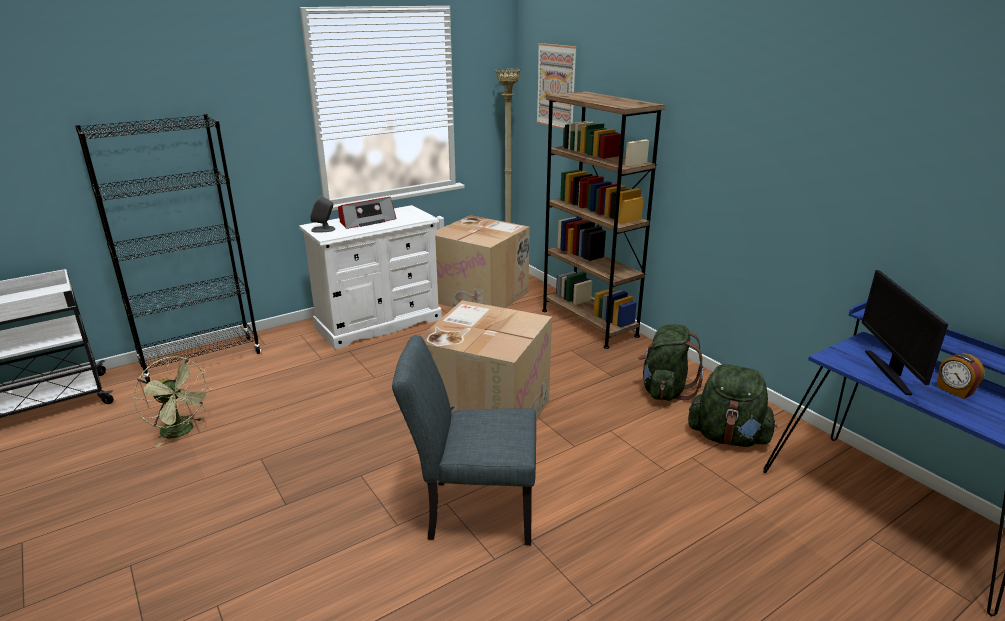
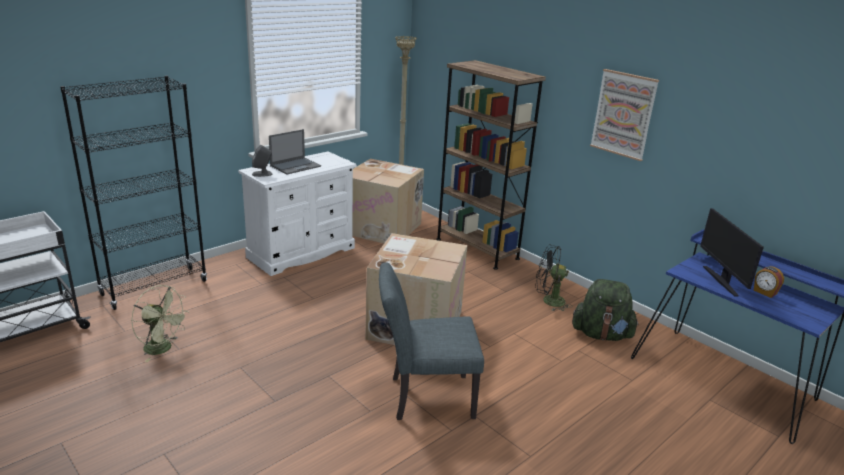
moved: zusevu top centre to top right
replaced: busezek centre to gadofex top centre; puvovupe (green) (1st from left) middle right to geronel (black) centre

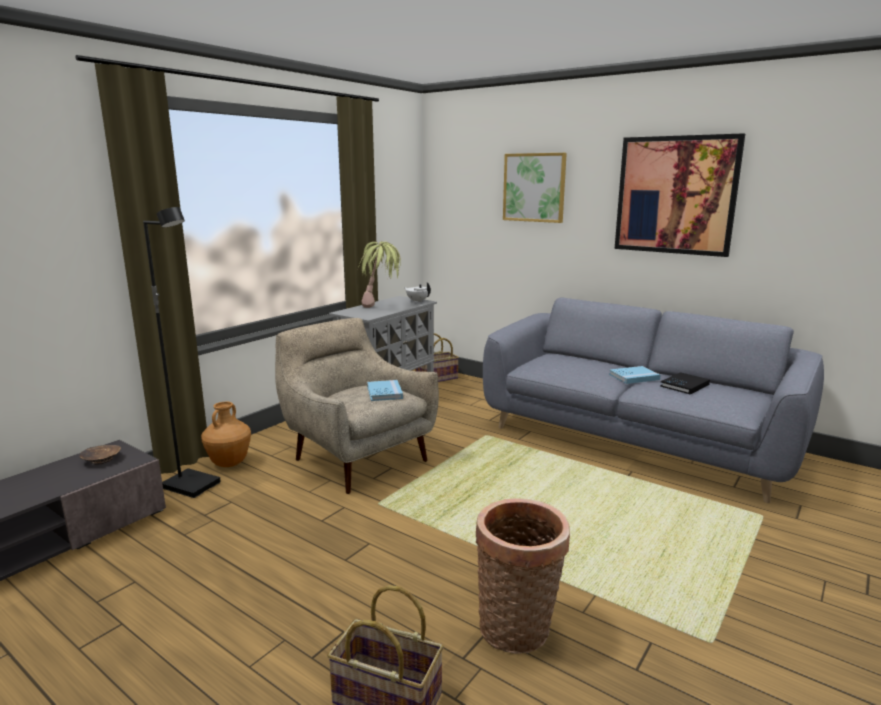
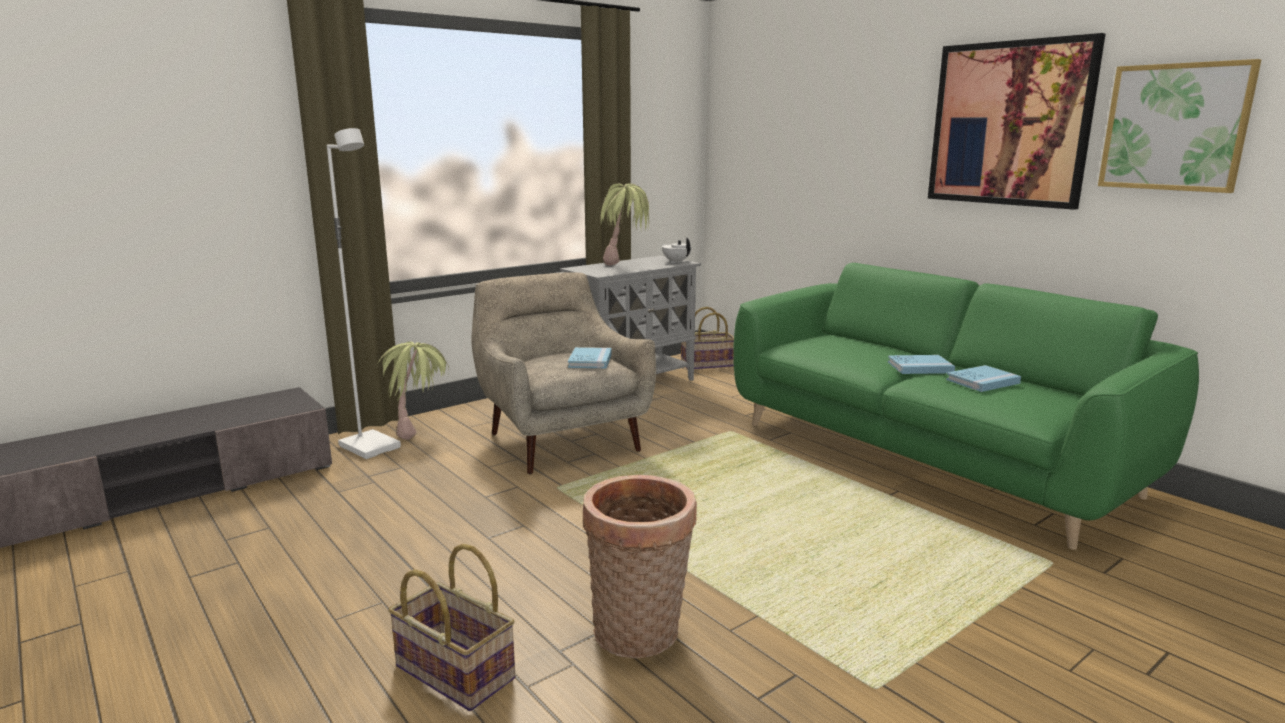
removed: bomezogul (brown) middle left
moved: zusevu (1st from left in the first image) top centre to zusevu (2nd from left) top right
replaced: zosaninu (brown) middle left to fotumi (1st from left) middle left
recoloured: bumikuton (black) middle left to bumikuton (white) middle left; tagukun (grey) middle right to tagukun (green) middle right; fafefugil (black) middle right to fafefugil (blue) (3rd from left) middle right

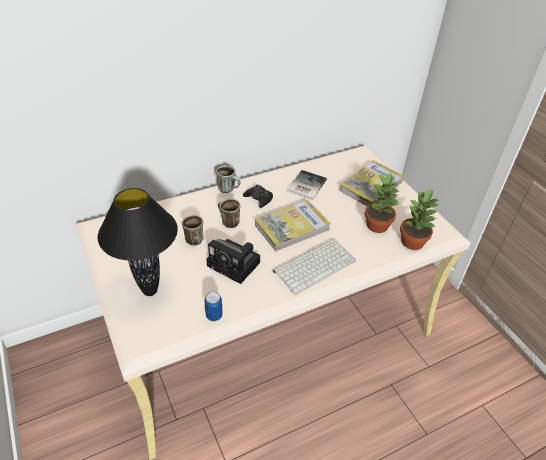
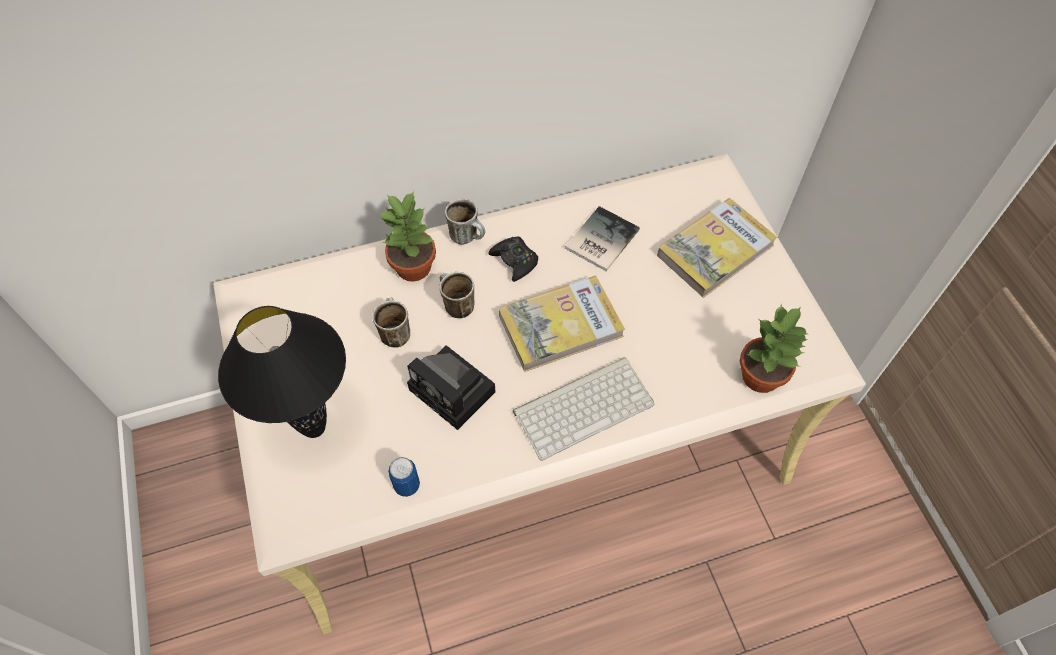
moved: fotumi (1st from left) middle right to centre

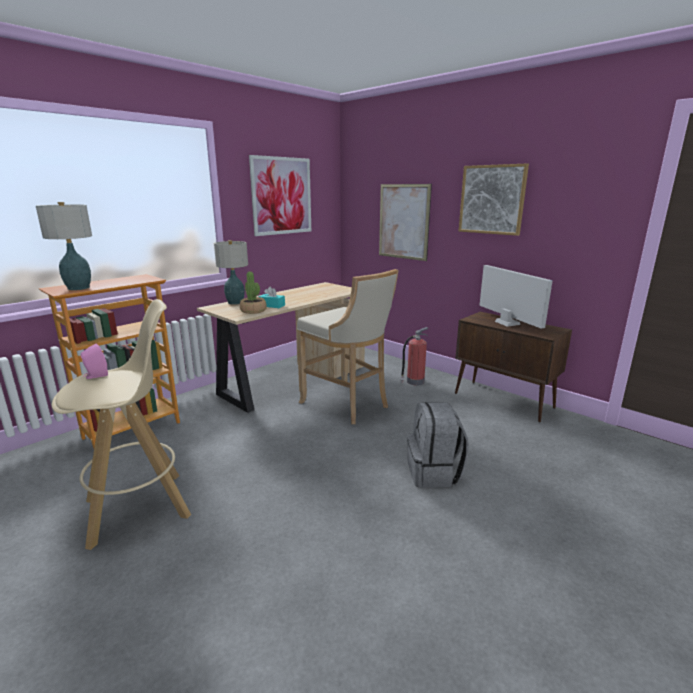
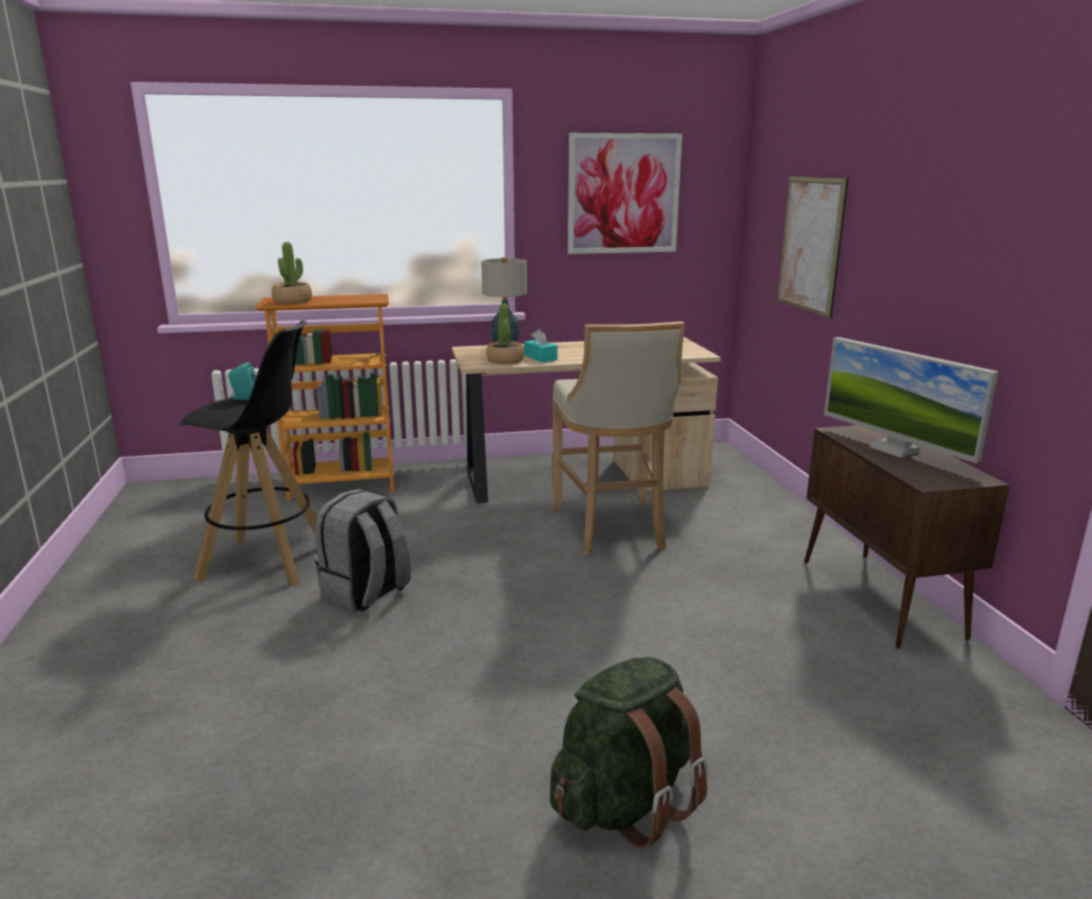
removed: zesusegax centre; zusevu (3rd from left) top right
added: puvovupe (green) bottom centre
moved: puvovupe (grey) centre to middle left
replaced: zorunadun (1st from left) middle left to fotumi (1st from left) top left
recoloured: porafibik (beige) (1st from left) middle left to porafibik (black) middle left; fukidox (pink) middle left to fukidox (turquoise) middle left
turned: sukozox middle right = middle right 135 degrees clockwise

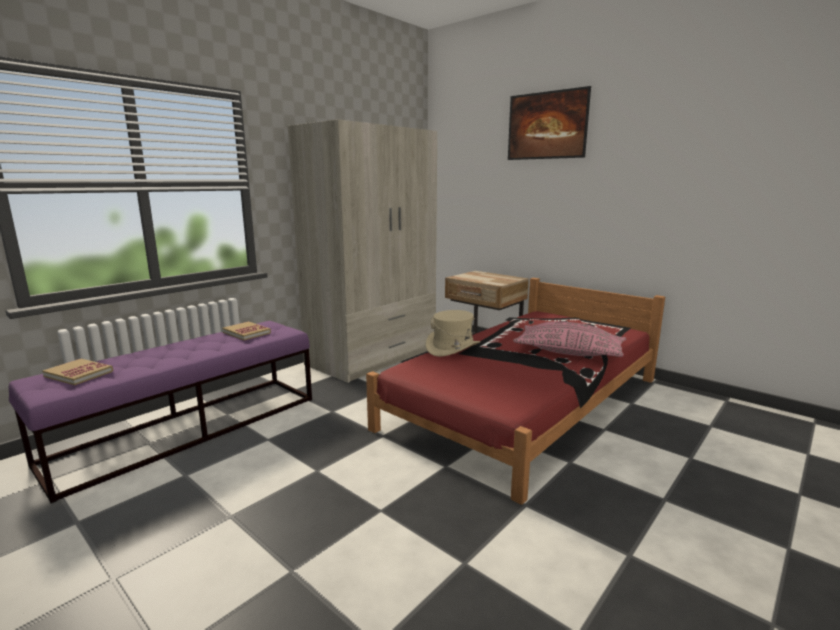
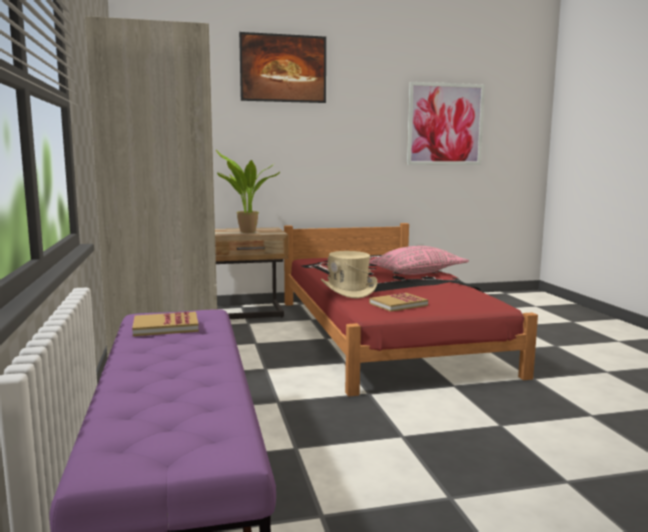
added: fotumi centre; zusevu (2nd from left) top right
moved: fafefugil (1st from left in the first image) middle left to fafefugil (2nd from left) centre

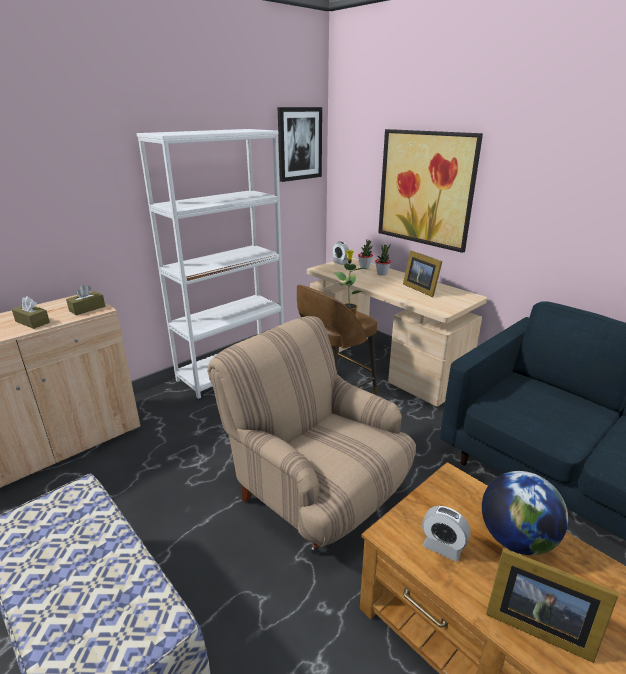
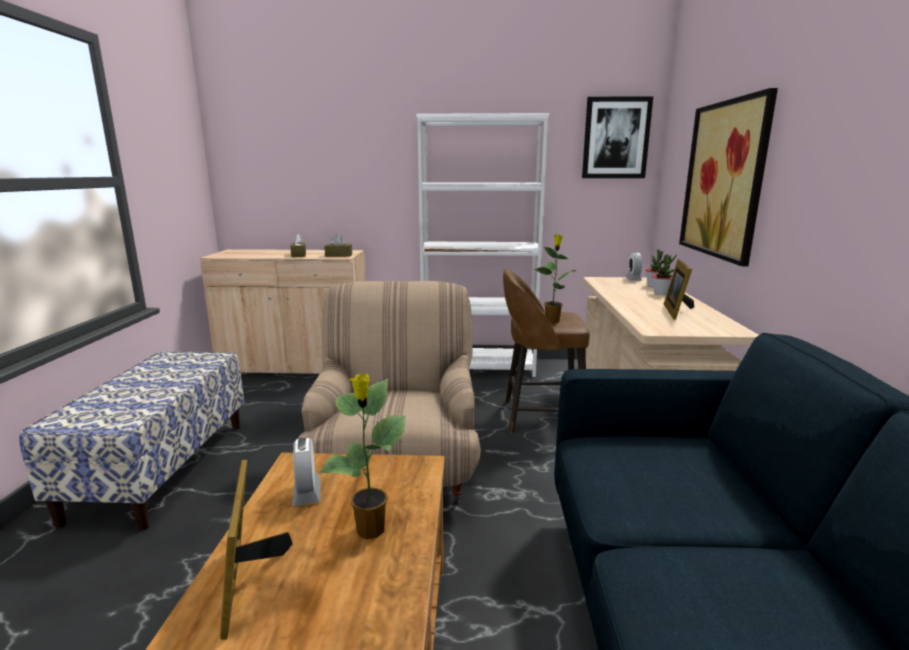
replaced: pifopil bottom right to fotumi (1st from left) bottom centre

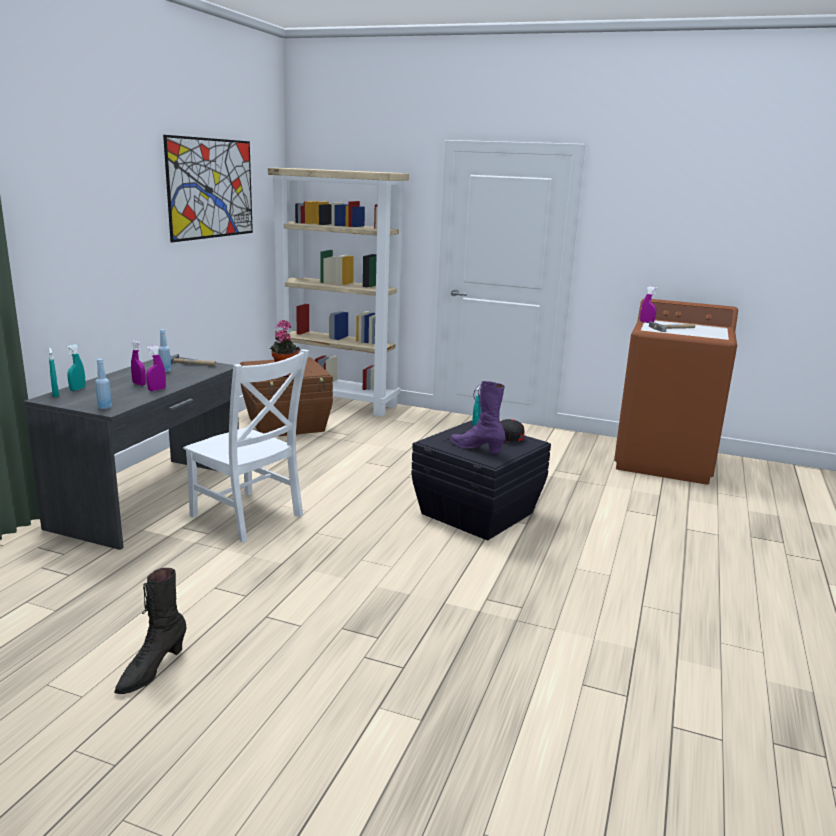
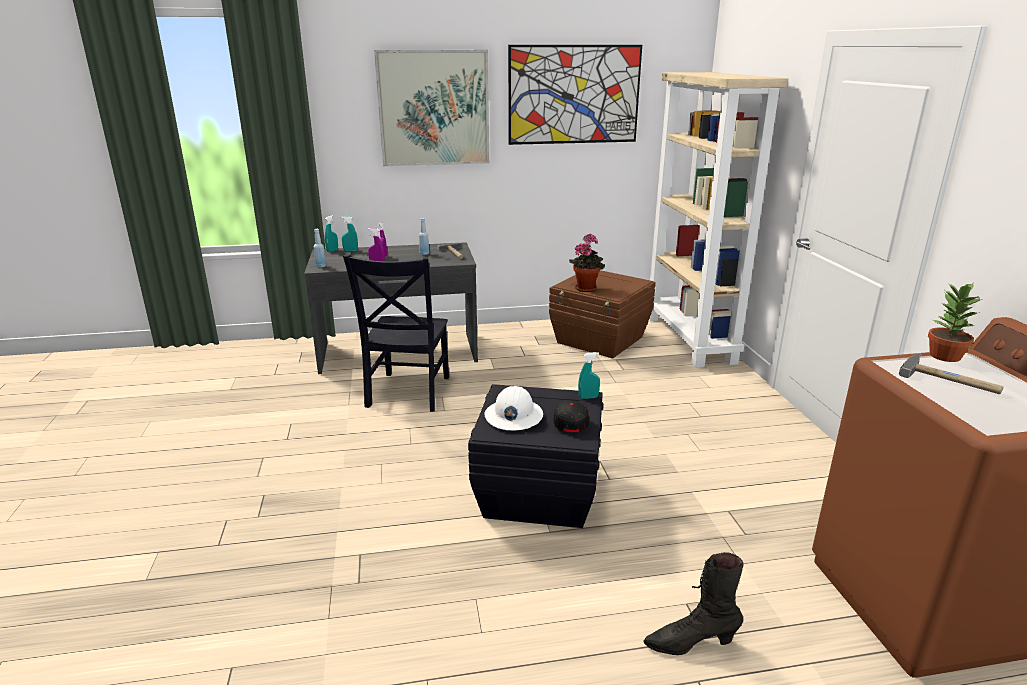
added: zusevu (1st from left) top centre
moved: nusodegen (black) bottom left to bottom right
replaced: nusodegen (purple) centre to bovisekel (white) centre; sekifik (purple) (3rd from left) middle right to fotumi (2nd from left) middle right
recoloured: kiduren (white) middle left to kiduren (black) centre

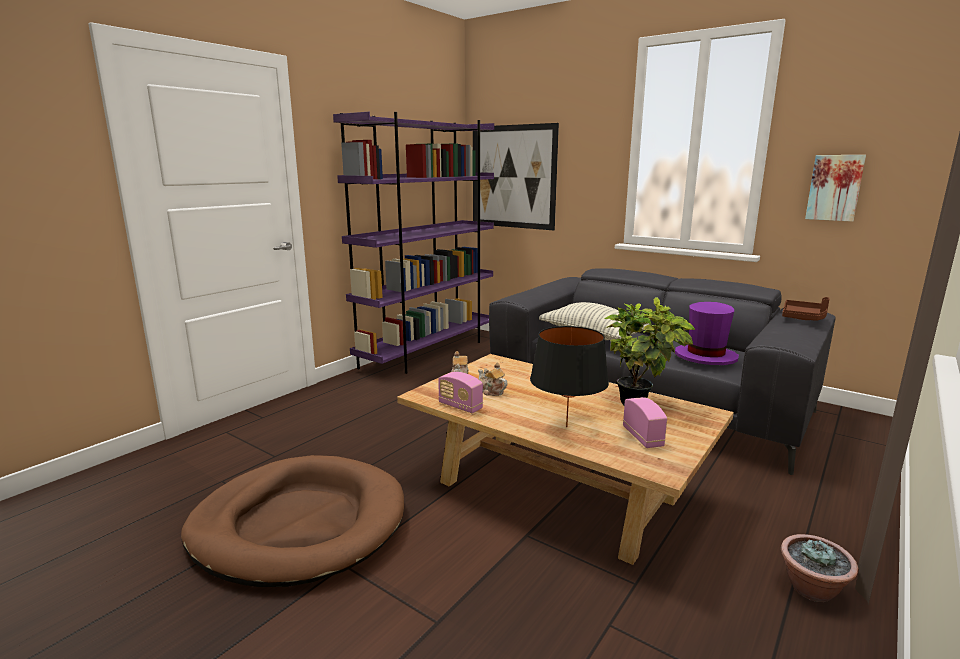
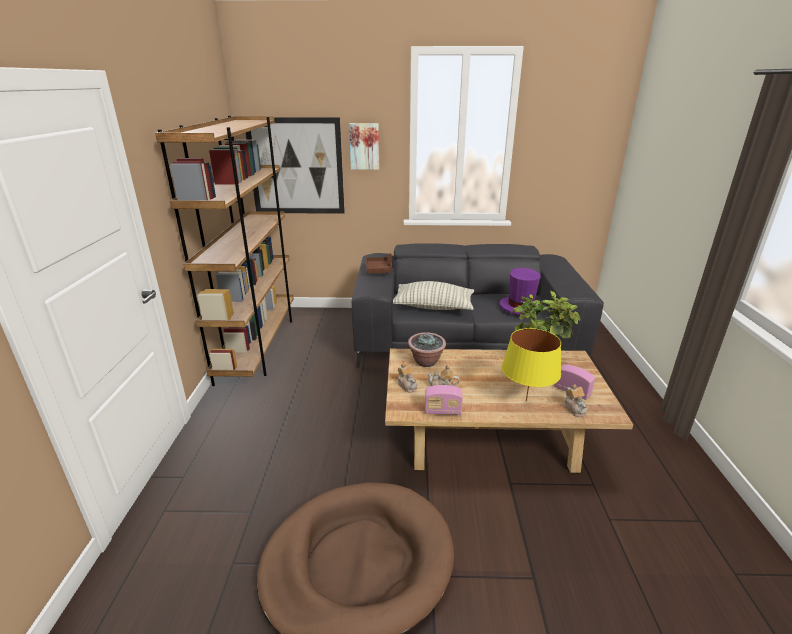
added: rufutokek (3rd from left) middle right
moved: fotumi (2nd from left in the first image) bottom right to fotumi (1st from left) centre; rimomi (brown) middle right to centre; zusevu (2nd from left) top right to top centre
recoloured: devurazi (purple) centre to devurazi (brown) middle left; zorunadun (black) centre to zorunadun (yellow) middle right

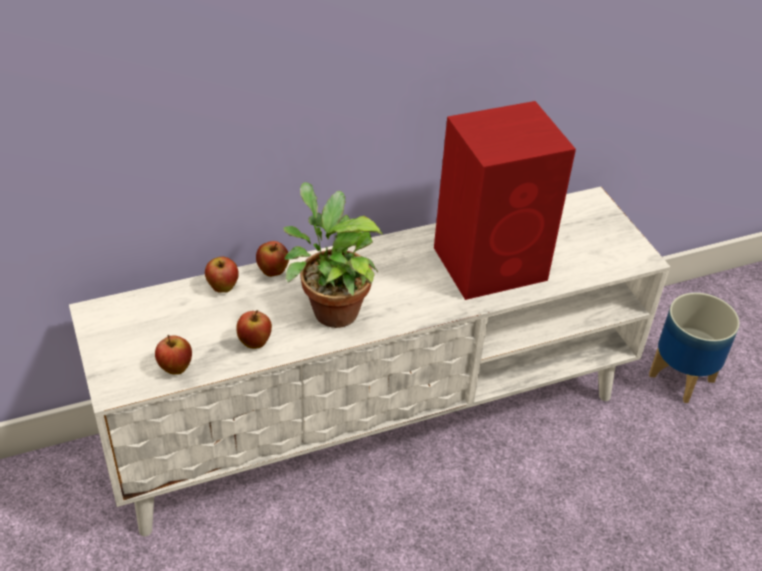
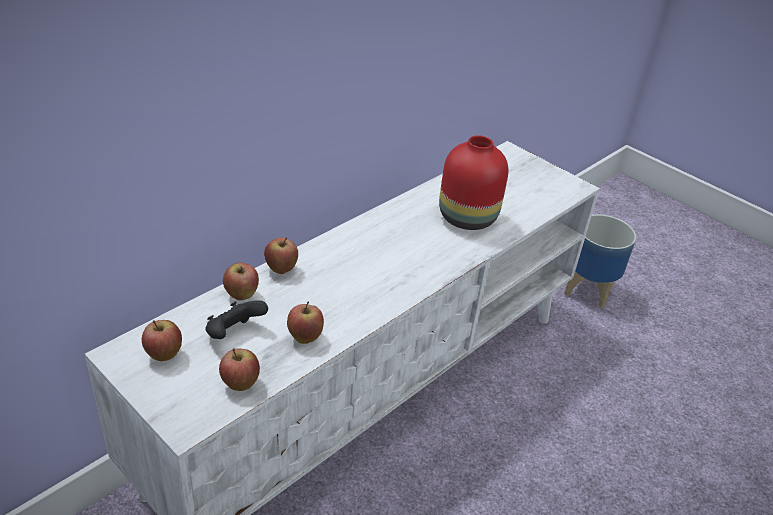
removed: fotumi centre
added: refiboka (1st from left) middle left; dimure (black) middle left
replaced: fukidox (red) centre to zosaninu (red) centre

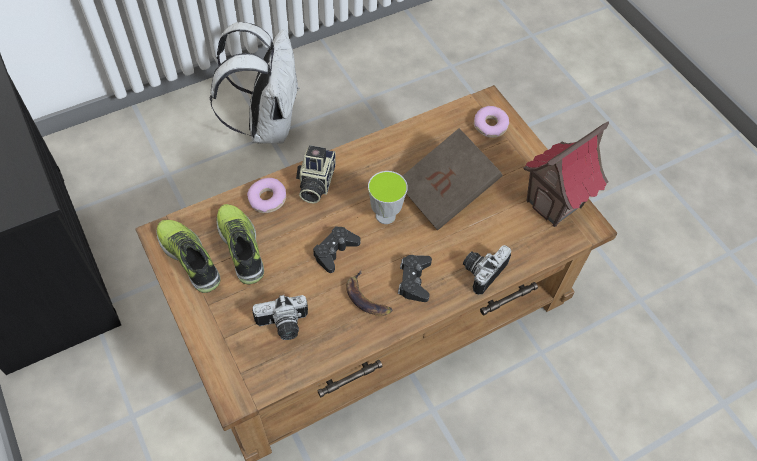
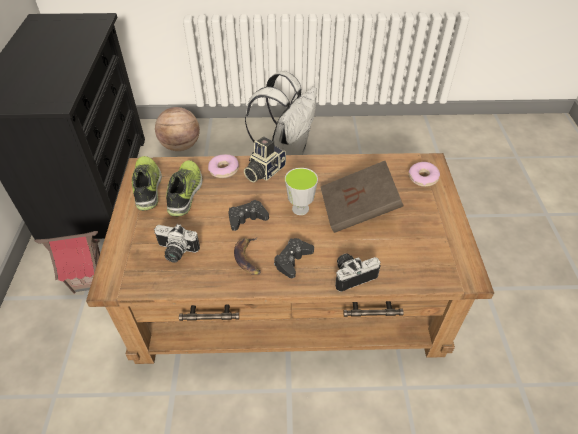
added: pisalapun top left
moved: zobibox middle right to middle left

